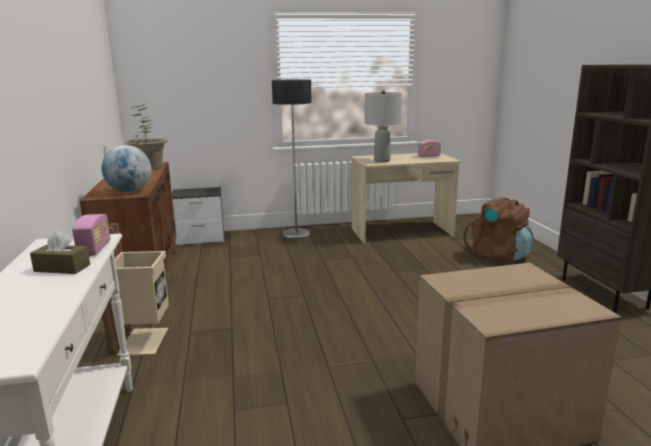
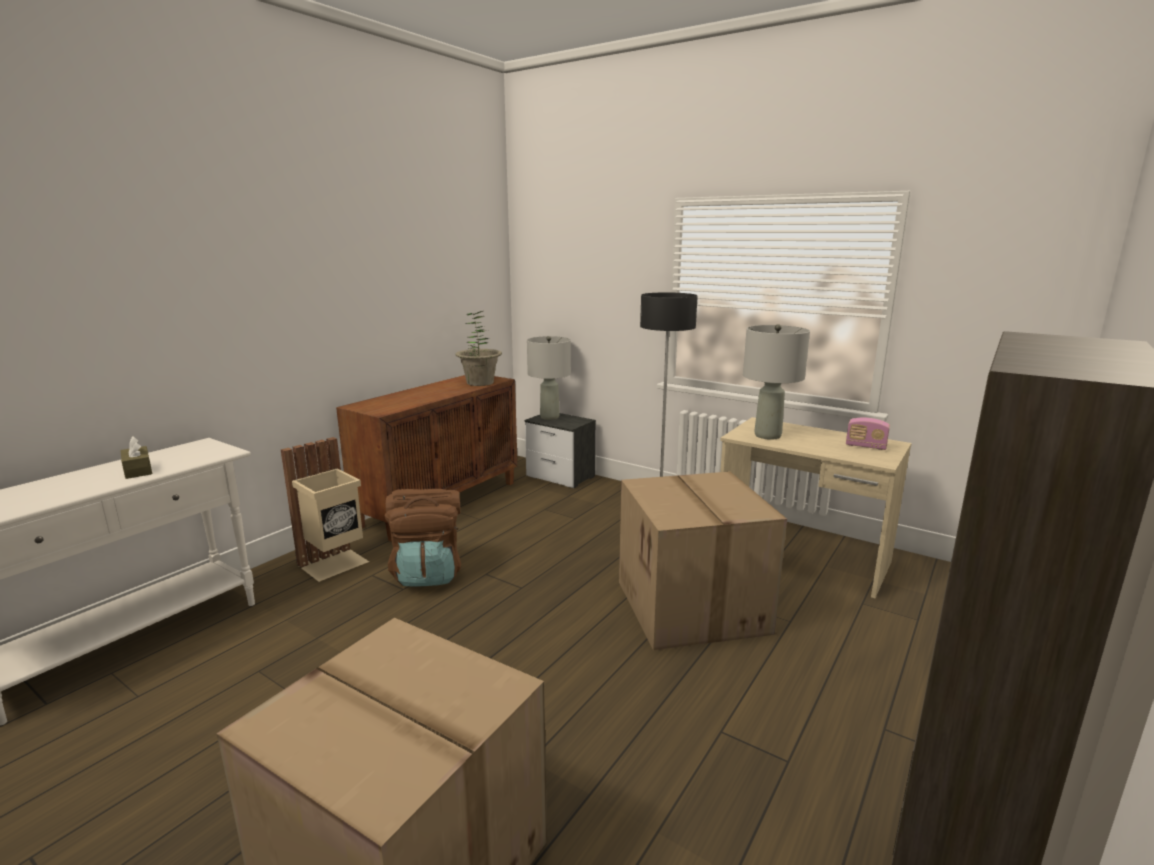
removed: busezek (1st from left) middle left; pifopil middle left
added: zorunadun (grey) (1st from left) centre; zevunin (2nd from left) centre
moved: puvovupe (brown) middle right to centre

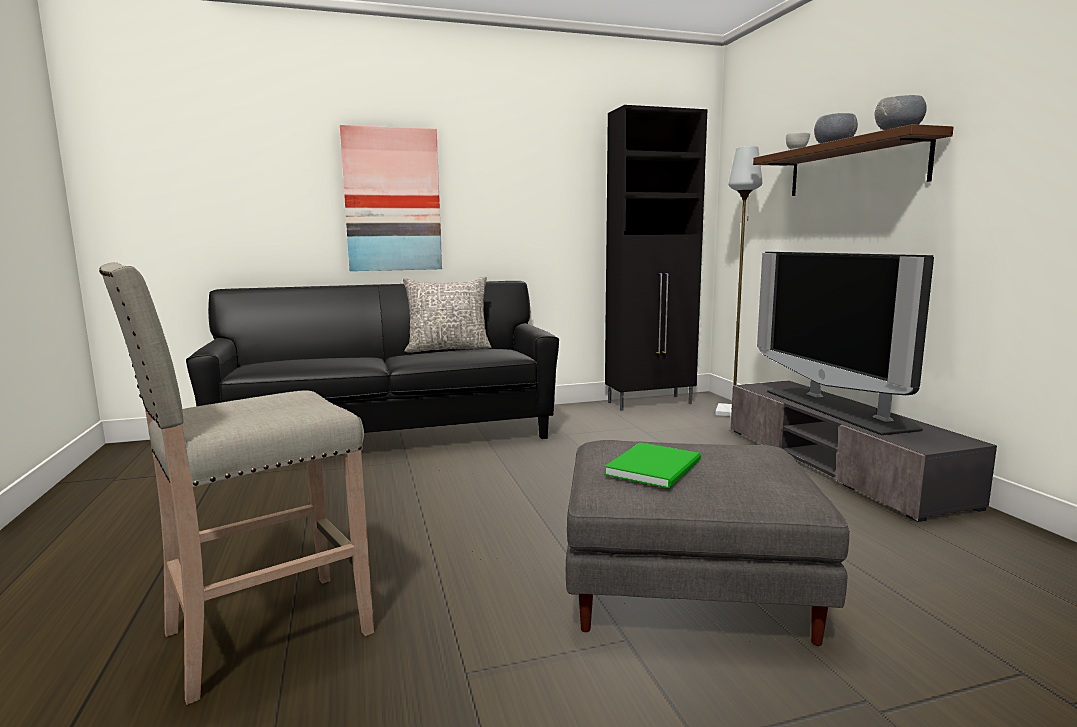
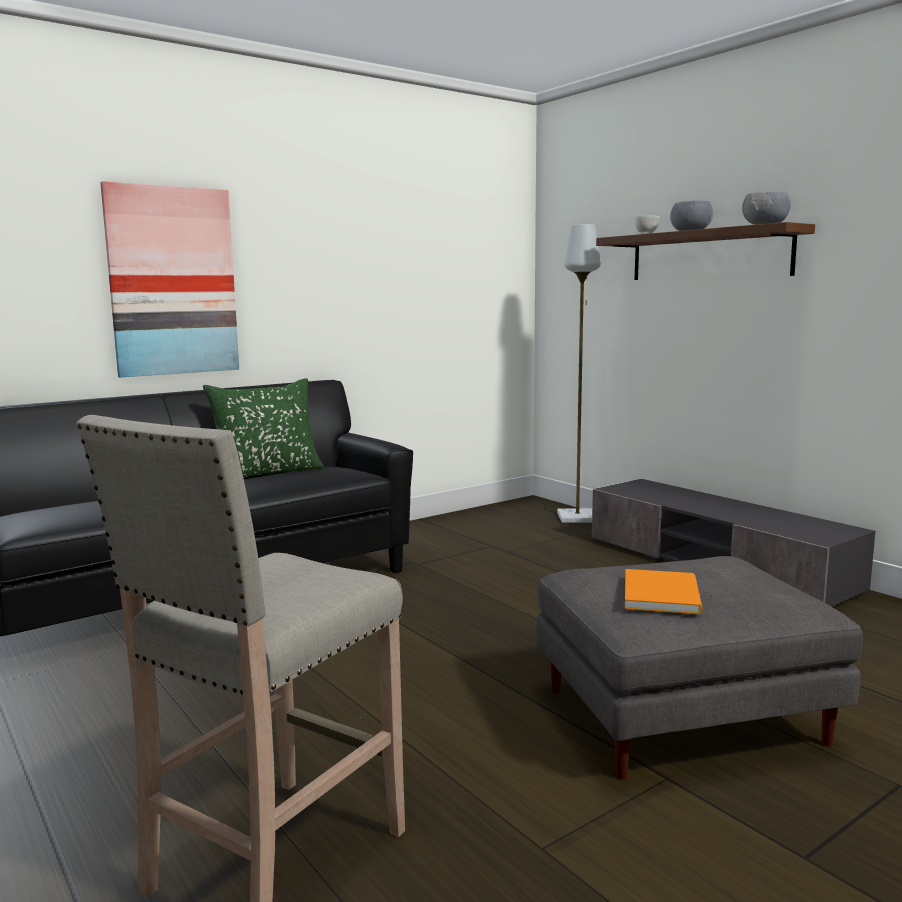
removed: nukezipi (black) centre; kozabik middle right
recoloured: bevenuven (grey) centre to bevenuven (green) middle left; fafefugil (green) centre to fafefugil (orange) middle right

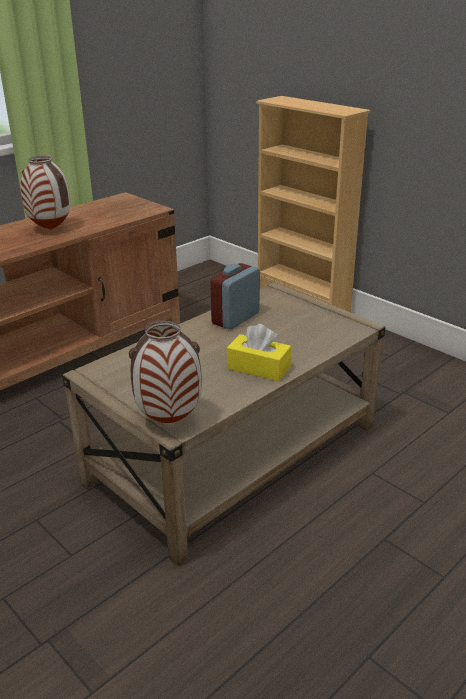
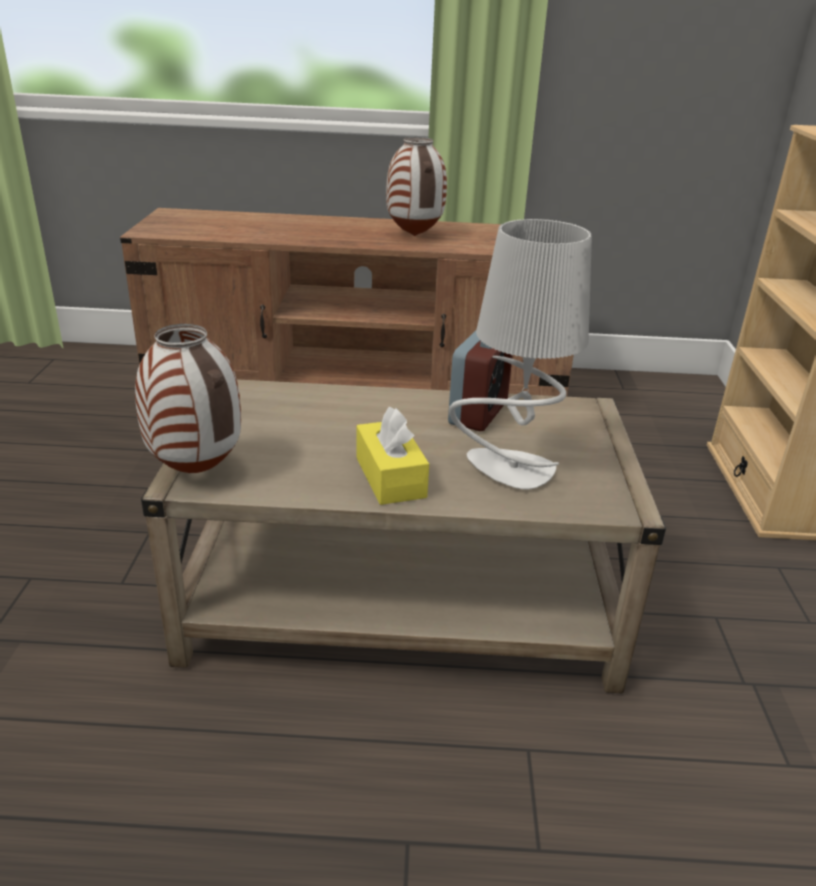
added: zorunadun (grey) centre
turned: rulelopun centre = centre 120 degrees clockwise

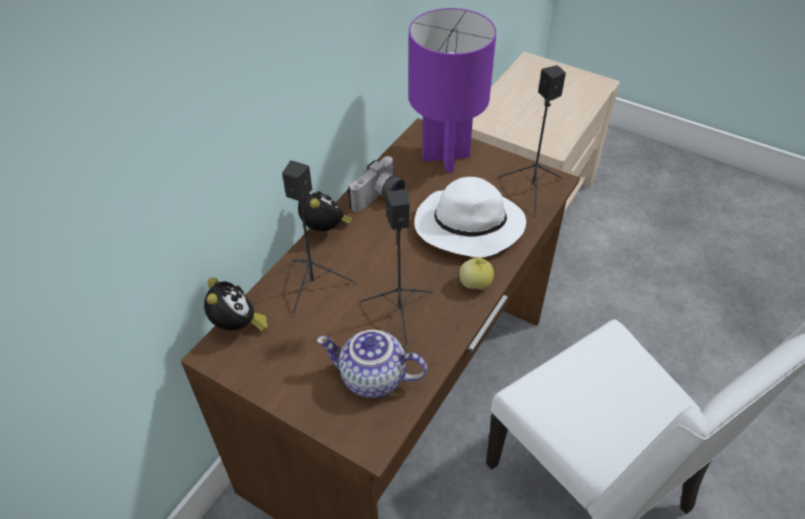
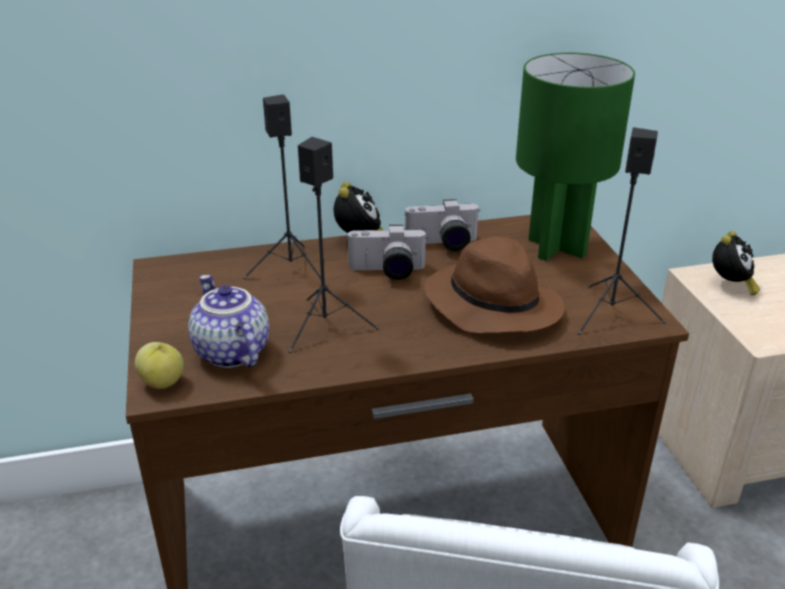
added: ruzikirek (1st from left) centre
moved: rulelopun (1st from left in the first image) middle left to rulelopun (2nd from left) middle right; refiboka centre to middle left
recoloured: zorunadun (purple) top centre to zorunadun (green) top right; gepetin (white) centre to gepetin (brown) centre

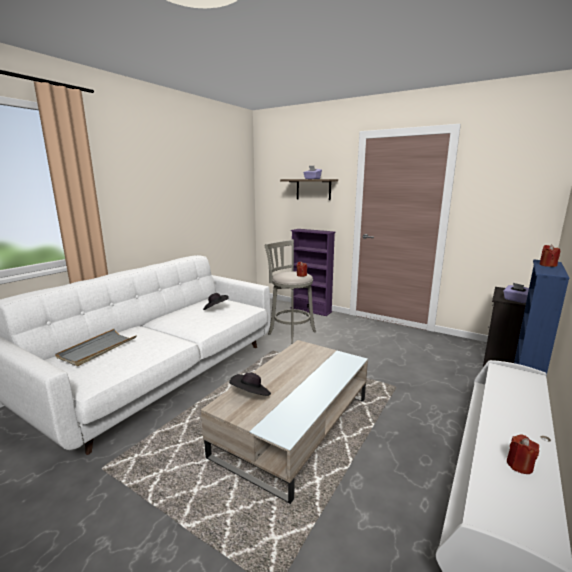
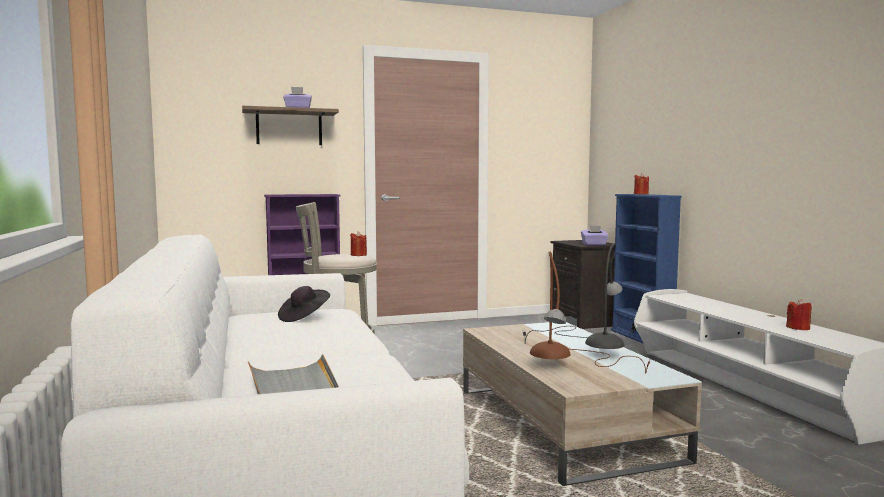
added: zorunadun (grey) centre
replaced: gepetin (black) (2nd from left) bottom centre to zorunadun (brown) middle right

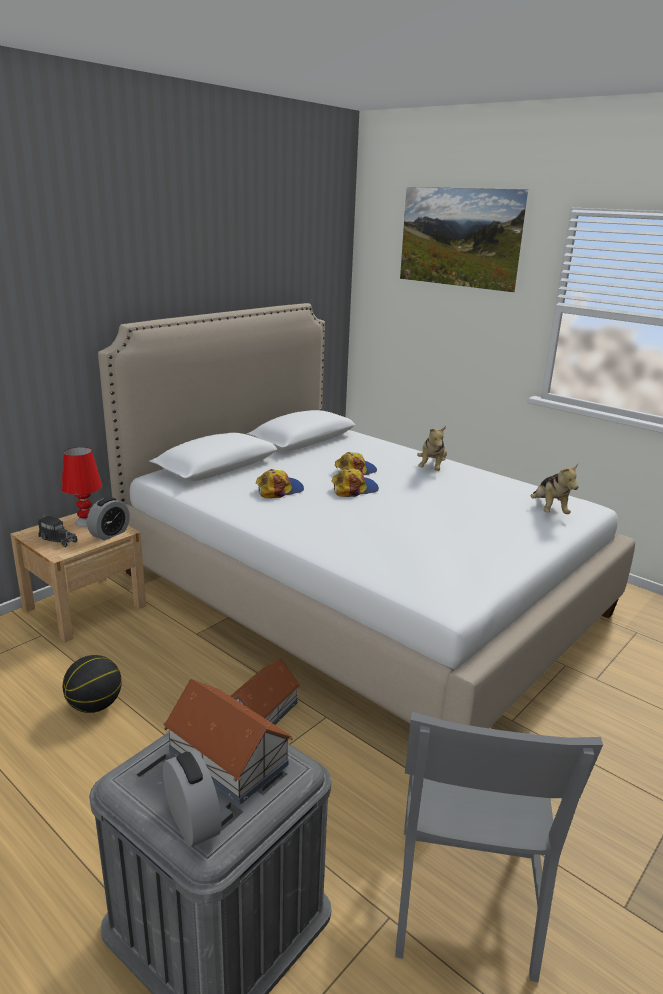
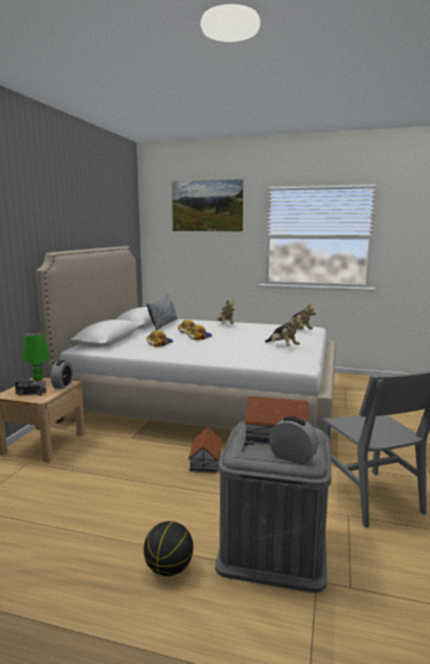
added: bevenuven centre; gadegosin (2nd from left) centre
moved: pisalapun bottom left to bottom centre
recoloured: zorunadun (red) middle left to zorunadun (green) middle left

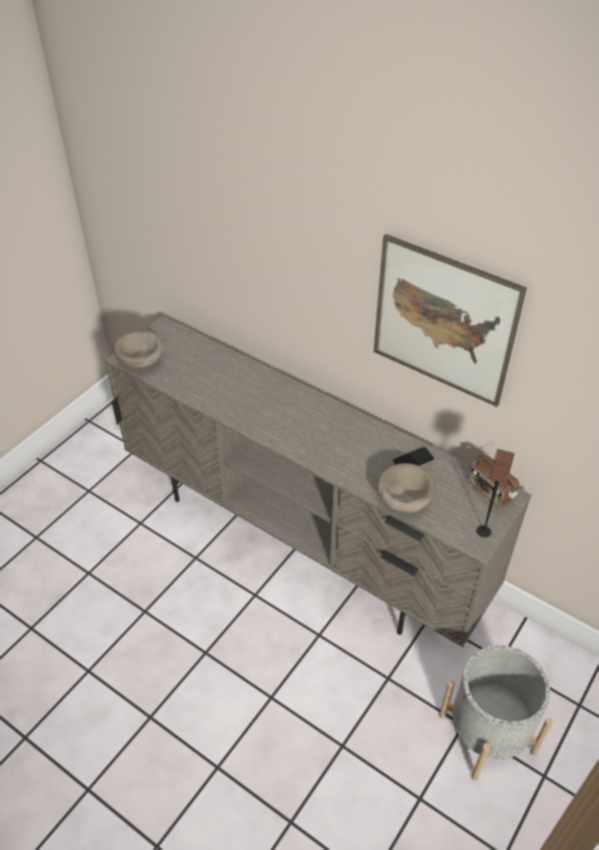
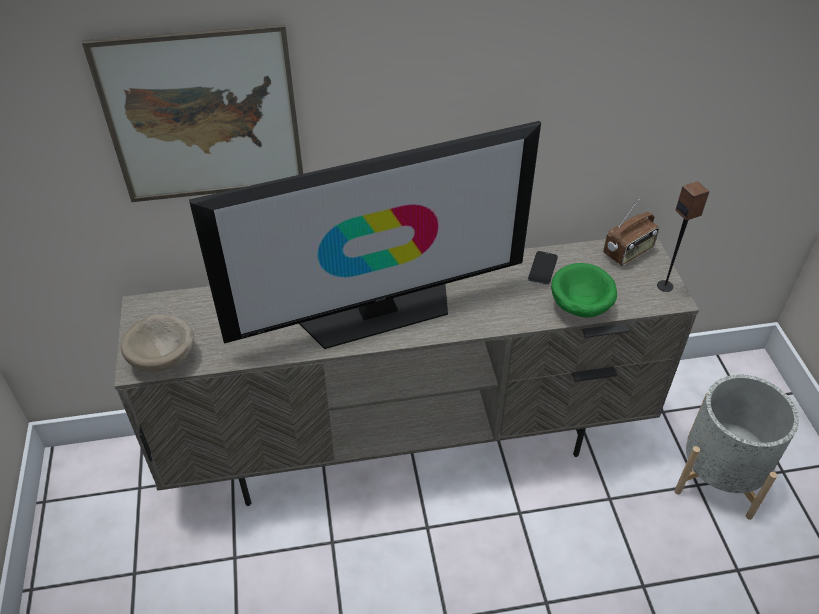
added: kozabik centre
moved: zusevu middle right to top left
recoloured: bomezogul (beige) (2nd from left) middle right to bomezogul (green) middle right
turned: busezek middle right = middle right 45 degrees counterclockwise

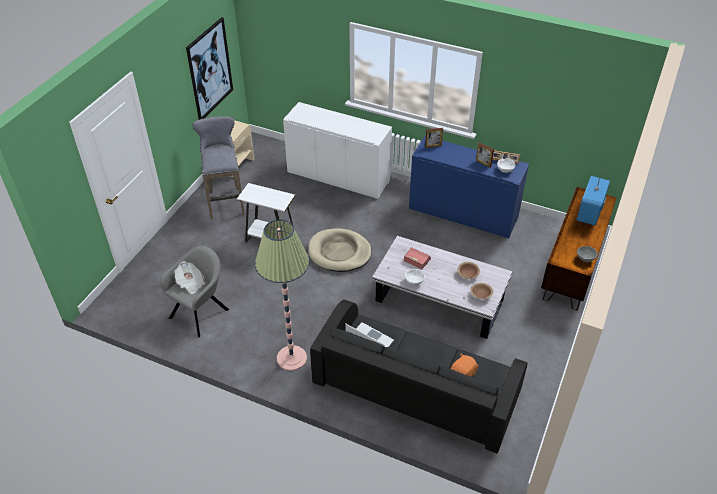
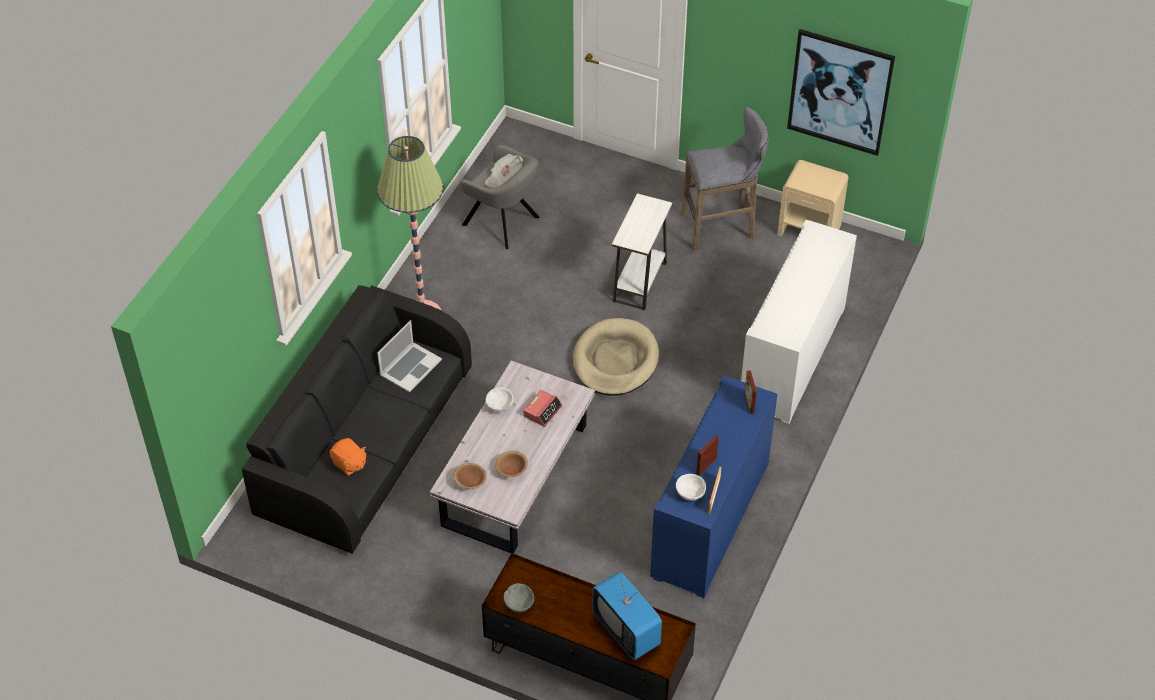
turned: kozabik middle right = bottom centre 150 degrees counterclockwise

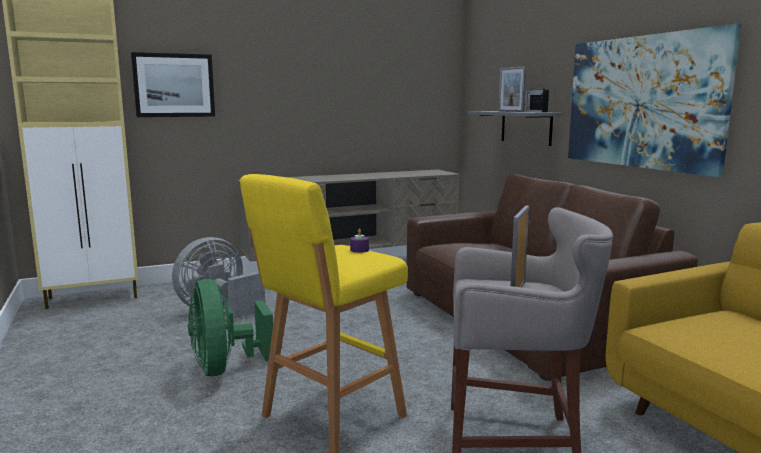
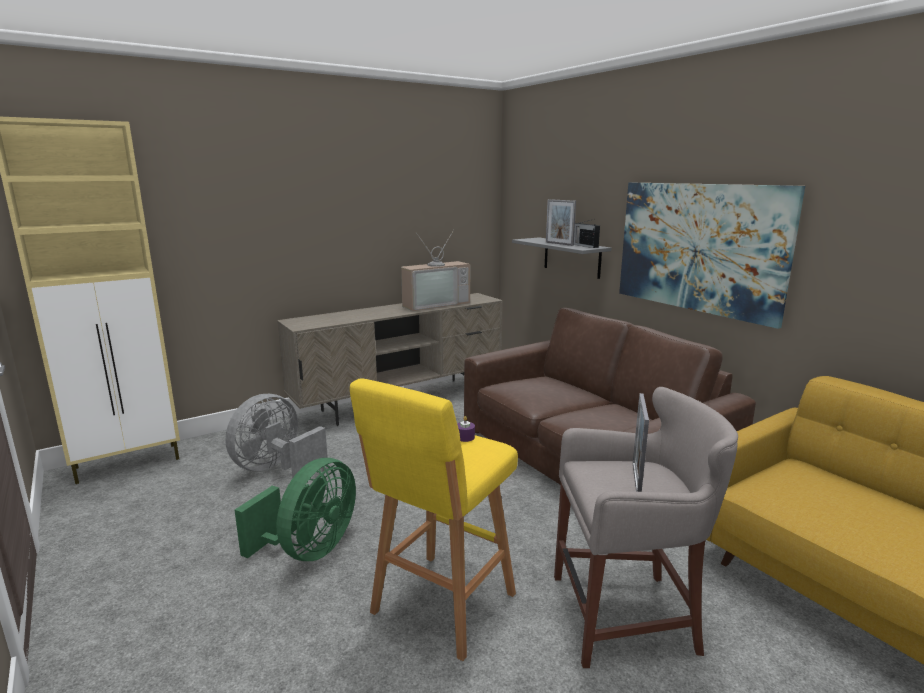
removed: zusevu (1st from left) top left
added: kozabik centre
turned: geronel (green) bottom left = bottom left 120 degrees counterclockwise

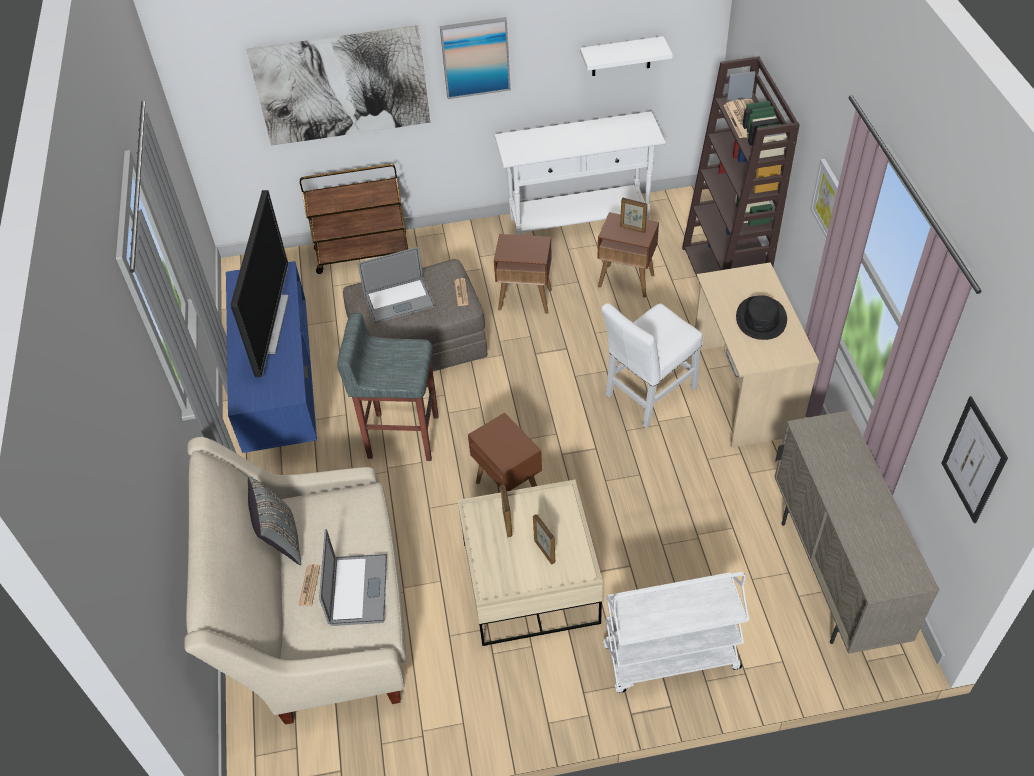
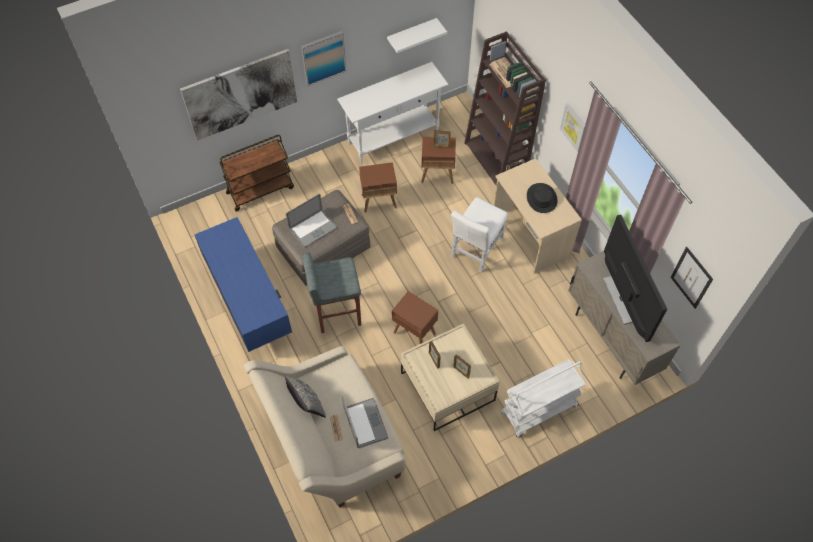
moved: kozabik middle left to middle right

